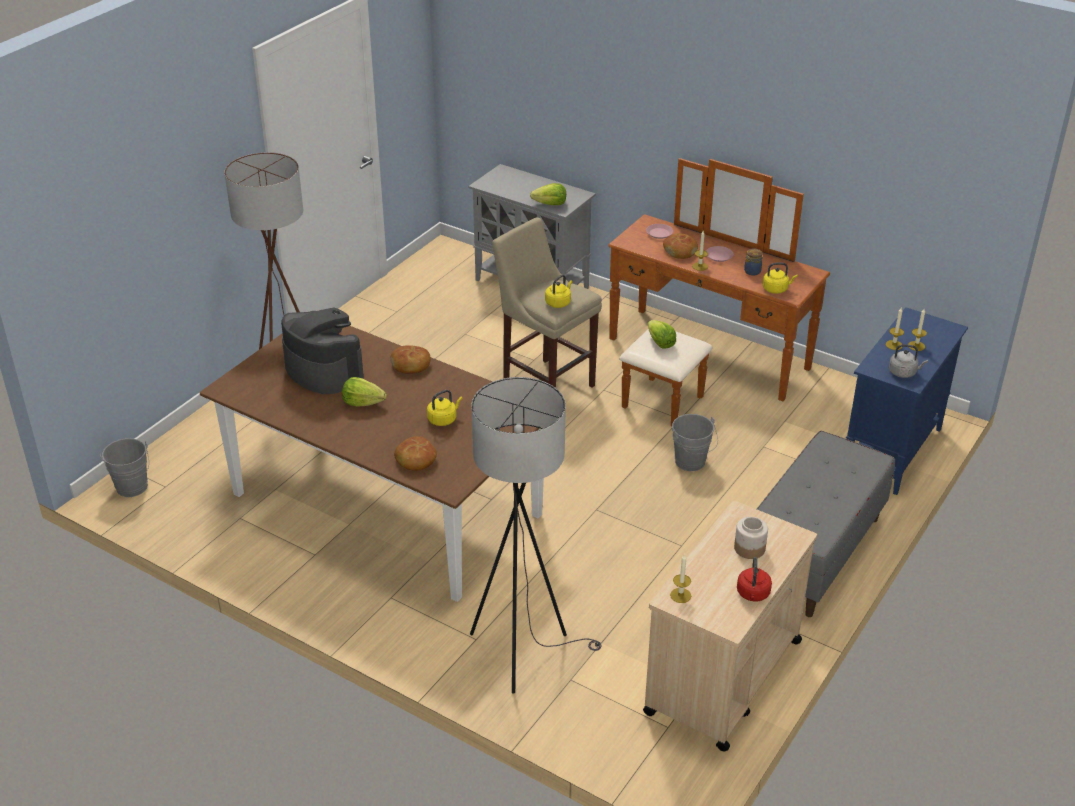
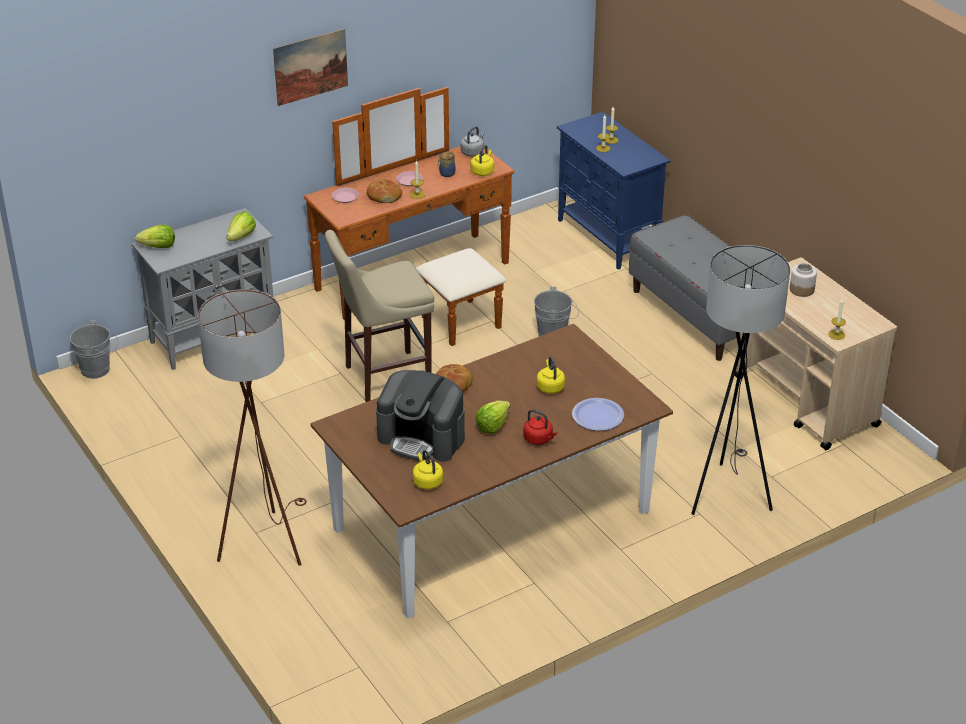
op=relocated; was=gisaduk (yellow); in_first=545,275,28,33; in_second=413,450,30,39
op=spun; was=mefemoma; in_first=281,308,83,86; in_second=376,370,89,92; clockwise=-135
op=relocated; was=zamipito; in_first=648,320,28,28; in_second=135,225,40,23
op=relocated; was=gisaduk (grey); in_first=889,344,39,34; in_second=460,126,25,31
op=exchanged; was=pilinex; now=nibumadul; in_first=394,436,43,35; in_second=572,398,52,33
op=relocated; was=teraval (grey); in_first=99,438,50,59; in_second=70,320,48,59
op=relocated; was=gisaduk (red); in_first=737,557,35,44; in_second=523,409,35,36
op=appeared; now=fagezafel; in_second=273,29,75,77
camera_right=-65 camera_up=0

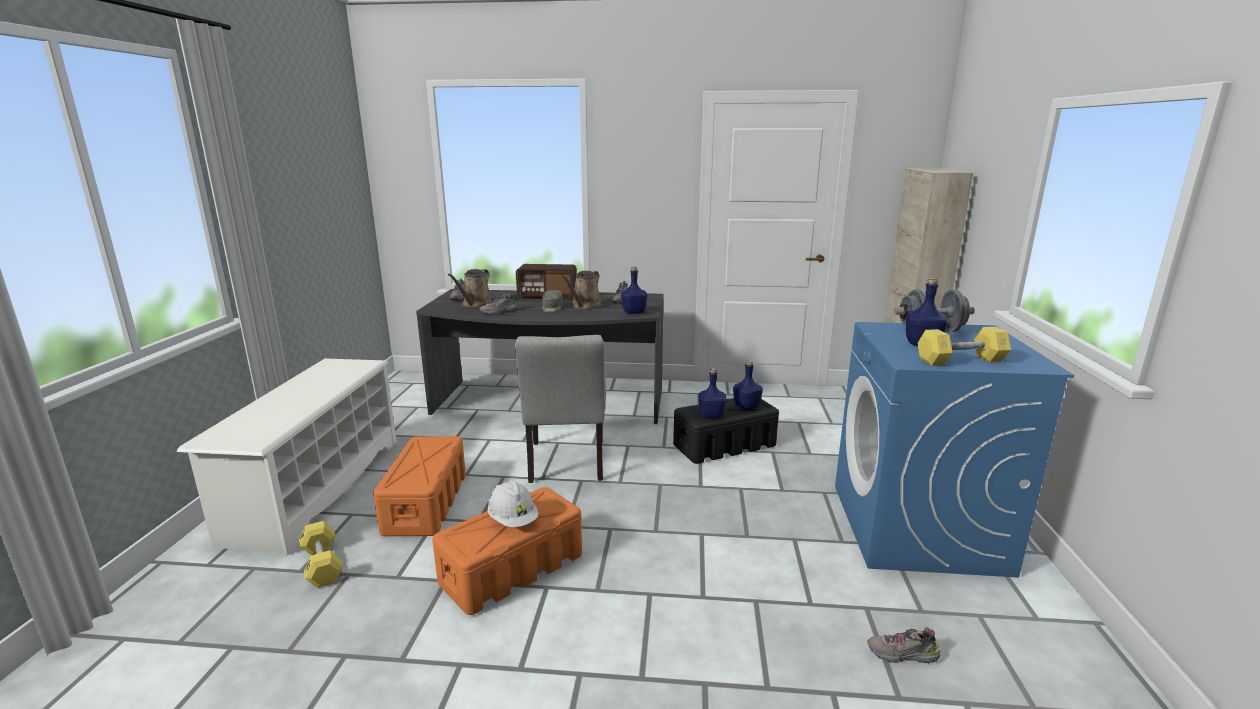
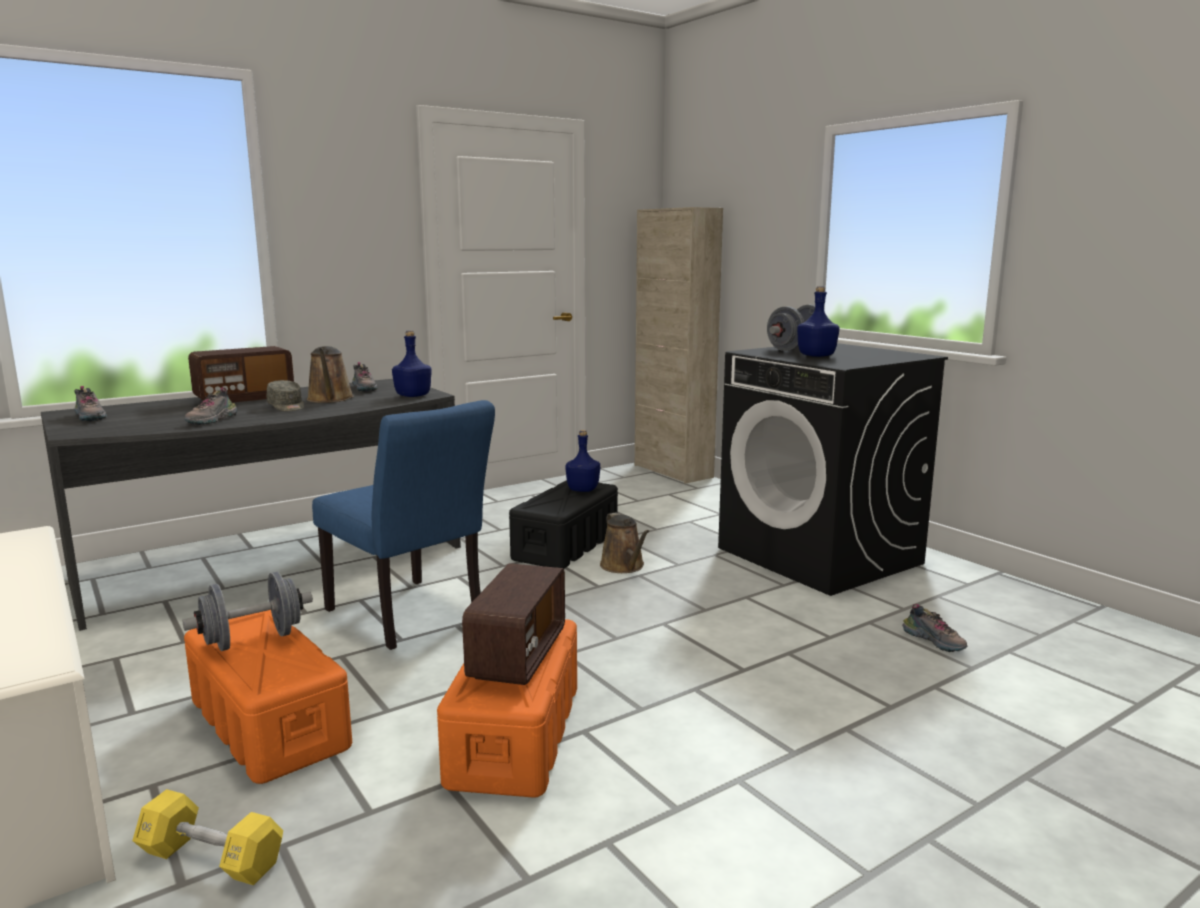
op=relocated; was=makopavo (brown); in_first=448,269,44,39; in_second=600,512,50,61
op=colour; was=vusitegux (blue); now=vusitegux (black); in_first=835,322,240,256; in_second=718,343,230,253
op=missing; was=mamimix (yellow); in_first=918,327,93,39
op=colour; was=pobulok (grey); now=pobulok (blue); in_first=515,335,91,148; in_second=312,400,183,250
op=missing; was=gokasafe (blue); in_first=699,368,27,51
op=exchanged; was=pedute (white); now=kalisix; in_first=487,481,52,46; in_second=462,563,103,122
op=spun; was=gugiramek; in_first=867,627,74,36; in_second=902,604,65,48; clockwise=-90
op=appeared; now=mamimix (grey); in_second=182,572,131,79
camera_right=-40 camera_up=-5

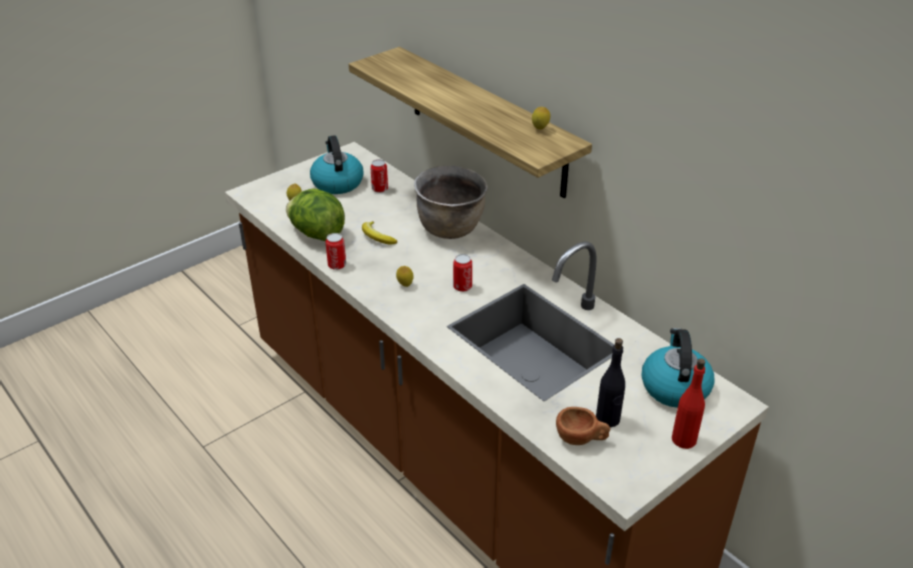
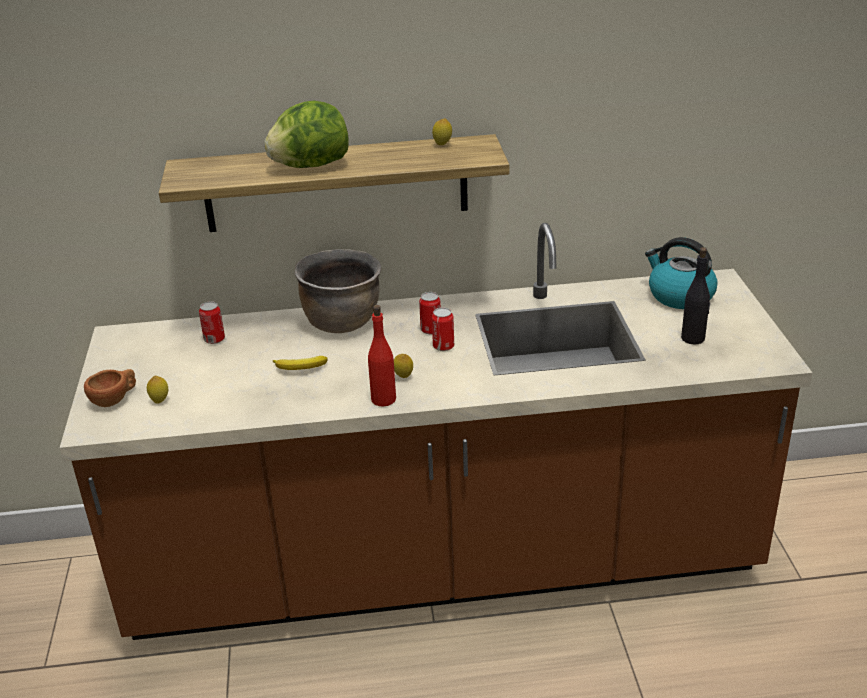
op=missing; was=gisaduk; in_first=310,136,54,58
op=relocated; was=zamipito; in_first=286,189,59,52; in_second=264,101,85,67
op=relocated; was=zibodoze; in_first=326,233,20,37; in_second=419,292,22,42
op=relocated; was=gokasafe (red); in_first=672,358,33,91; in_second=368,305,28,102
op=relocated; was=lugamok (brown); in_first=556,407,54,38; in_second=84,369,52,38
camera_right=-55 camera_up=-5

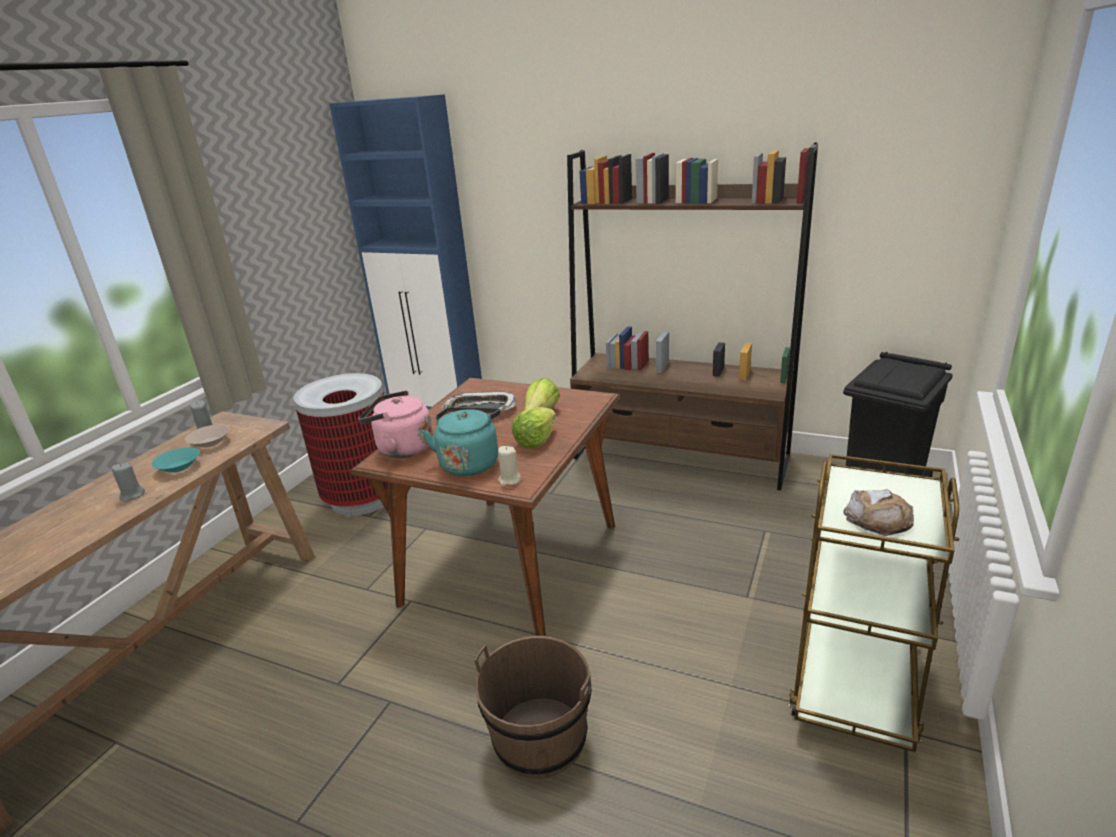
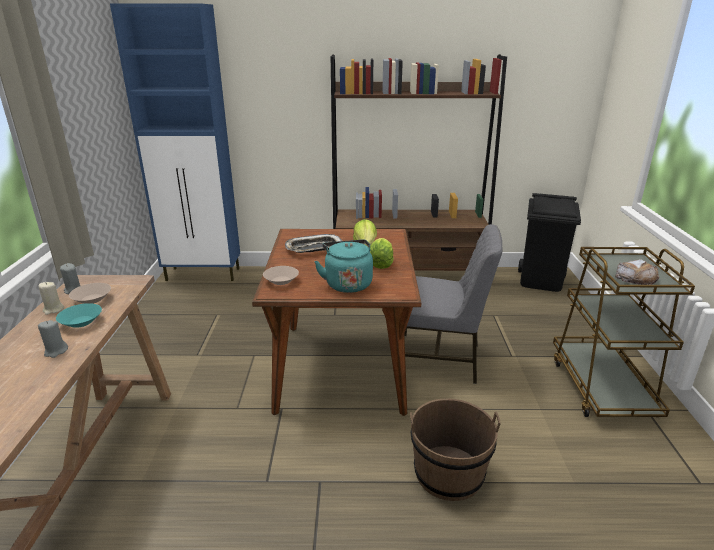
op=missing; was=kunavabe; in_first=293,373,96,143
op=exchanged; was=gisaduk (pink); now=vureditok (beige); in_first=358,390,75,68; in_second=263,266,36,19
op=relocated; was=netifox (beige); in_first=498,446,24,40; in_second=39,282,25,33
op=appeared; now=pobulok (grey); in_second=403,224,100,160
camera_right=-25 camera_up=0

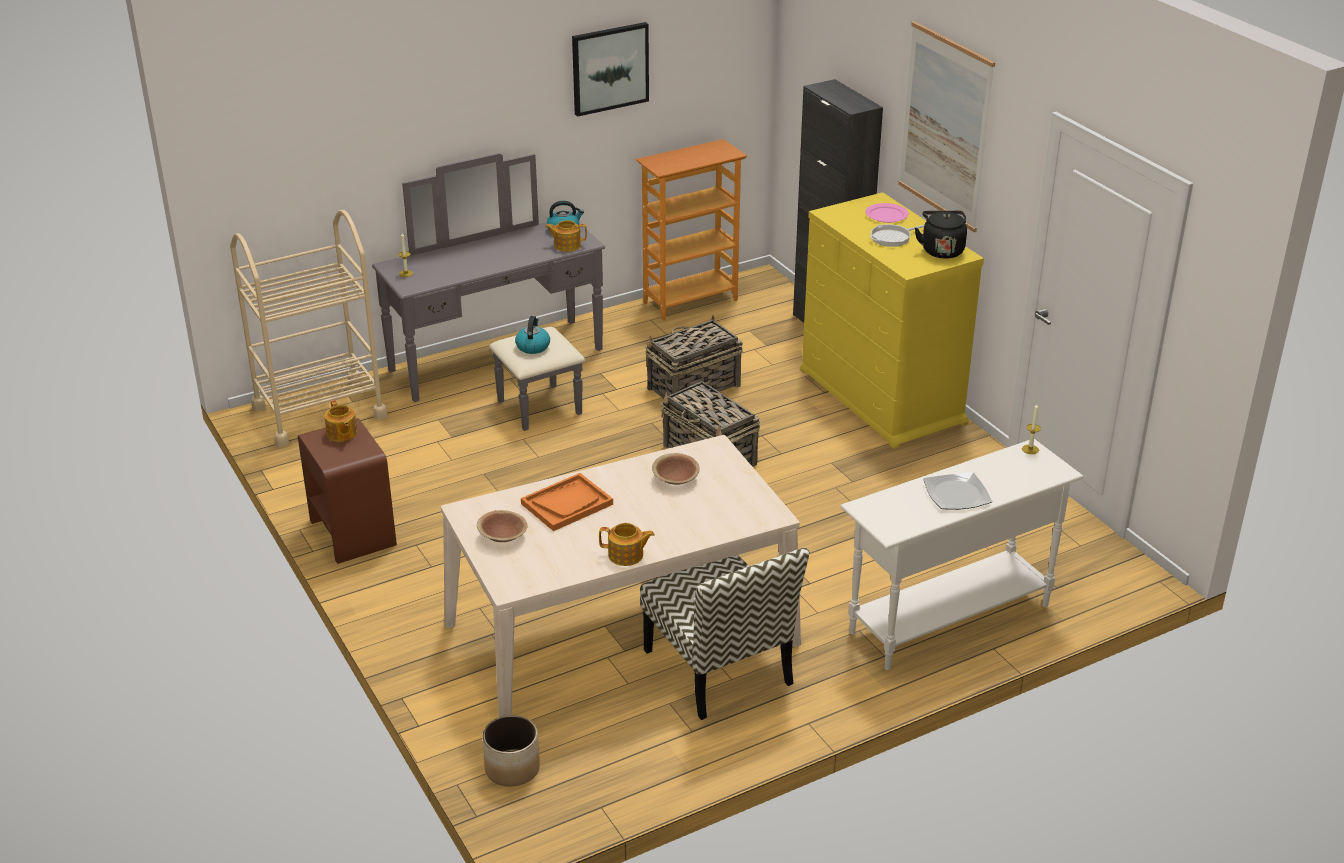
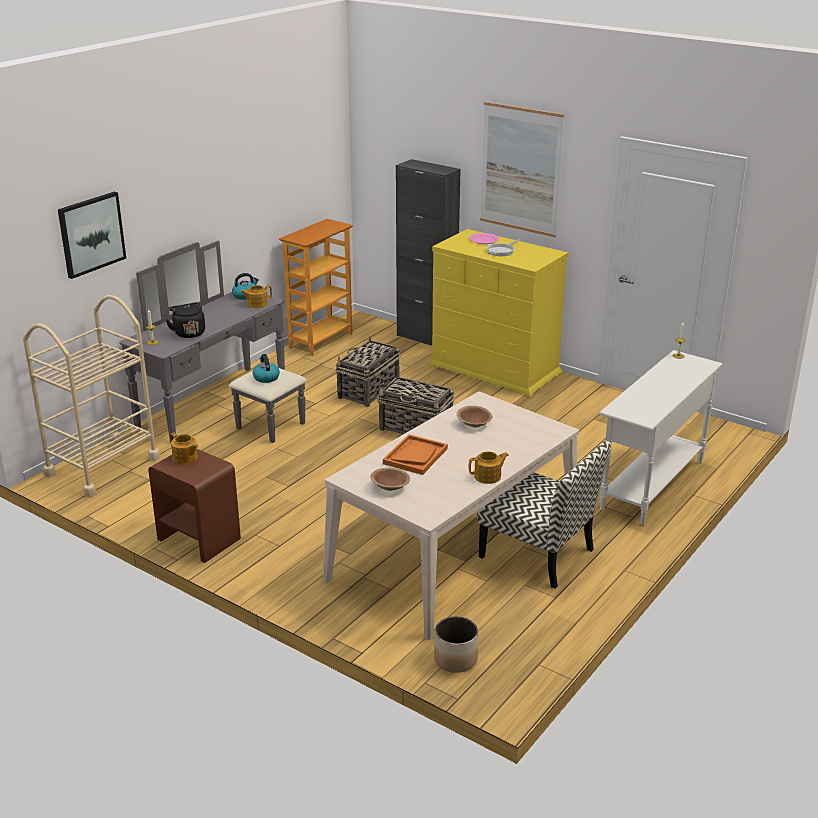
op=relocated; was=fagezafel; in_first=572,22,77,95; in_second=58,192,68,87
op=relocated; was=gisaduk (black); in_first=915,211,52,48; in_second=166,302,39,36
op=missing; was=nibumadul; in_first=923,472,69,38
camera_right=-25 camera_up=-5

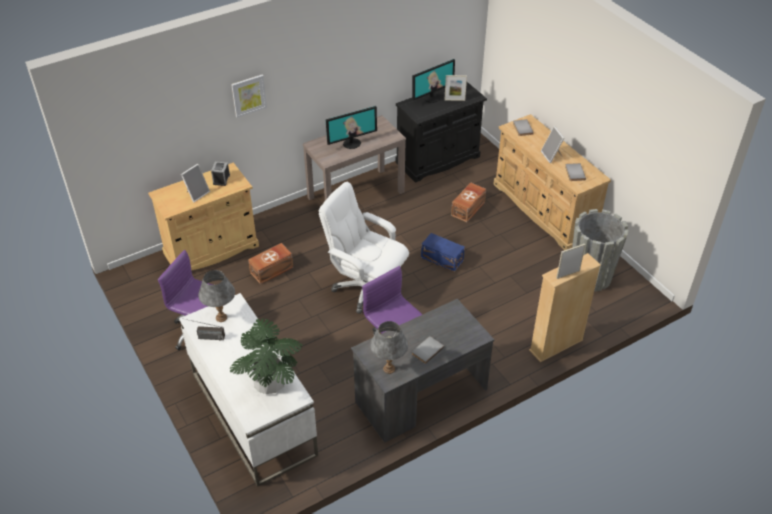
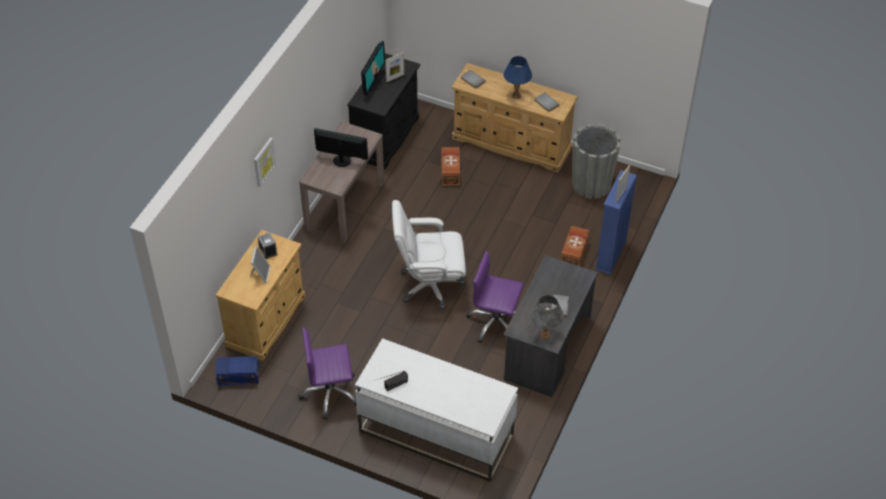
op=spun; was=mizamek; in_first=326,106,51,43; in_second=314,128,54,39; clockwise=-105
op=exchanged; was=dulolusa; now=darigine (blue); in_first=541,126,23,37; in_second=504,56,28,43
op=relocated; was=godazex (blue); in_first=421,233,44,39; in_second=216,356,43,30
op=relocated; was=godazex (brown); in_first=248,243,45,41; in_second=561,226,28,40
op=colour; was=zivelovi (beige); now=zivelovi (blue); in_first=529,253,72,109; in_second=595,170,42,104
op=missing; was=darigine (grey); in_first=198,270,37,52
op=missing; was=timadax; in_first=230,318,72,76
camera_right=-35 camera_up=5

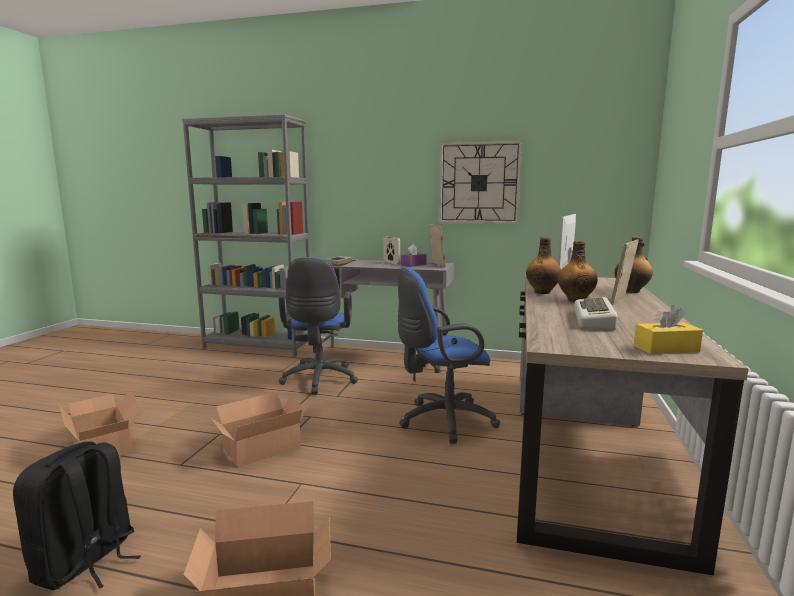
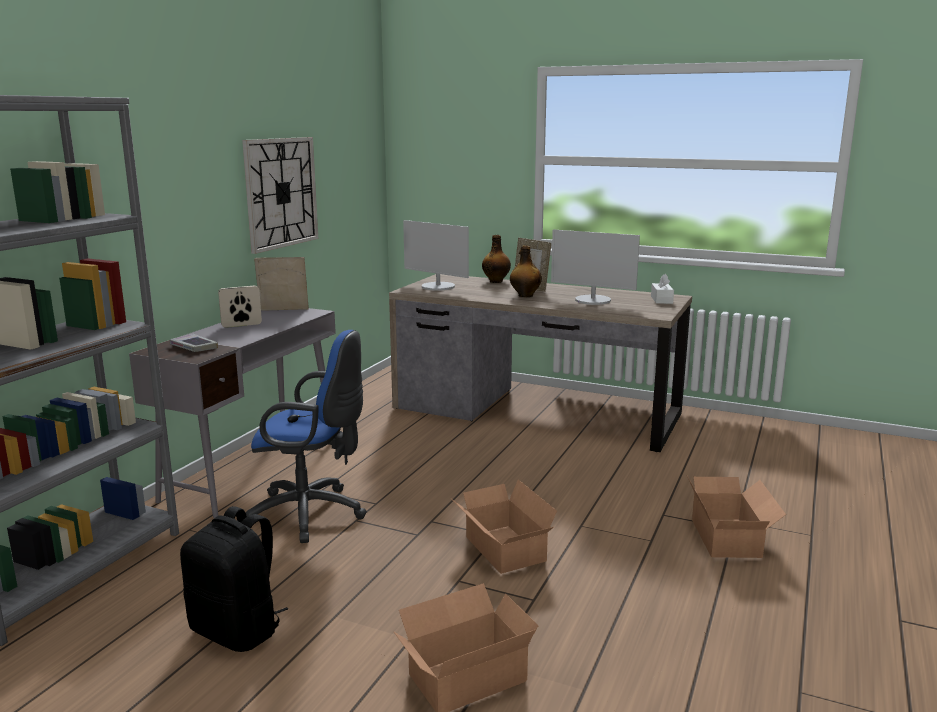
op=missing; was=gokasafe; in_first=526,237,35,57
op=missing; was=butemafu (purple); in_first=401,244,26,23
op=missing; was=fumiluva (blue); in_first=398,267,102,177
op=exchanged; was=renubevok; now=mizamek; in_first=574,297,44,34; in_second=551,229,89,76
op=colour; was=butemafu (yellow); now=butemafu (white); in_first=634,305,69,49; in_second=651,274,23,30
op=relocated; was=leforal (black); in_first=13,441,128,149; in_second=180,506,108,146
camera_right=-80 camera_up=5

